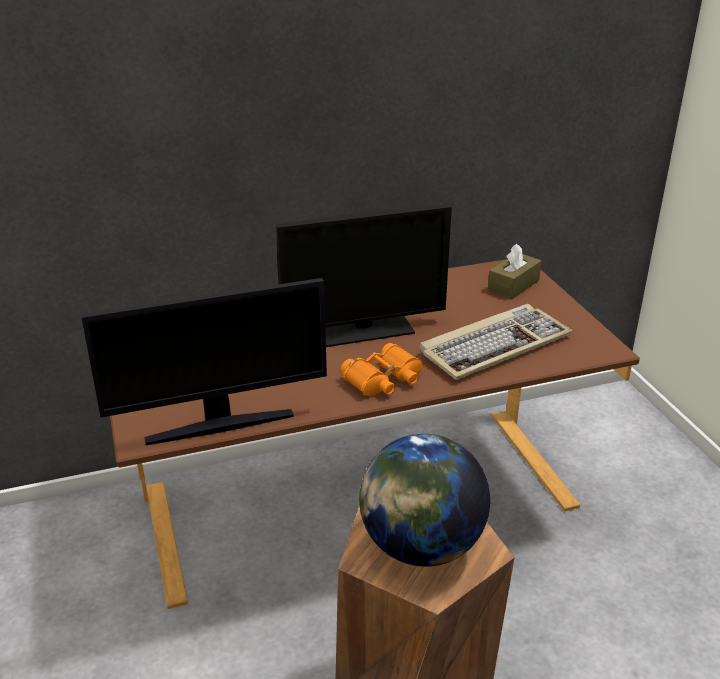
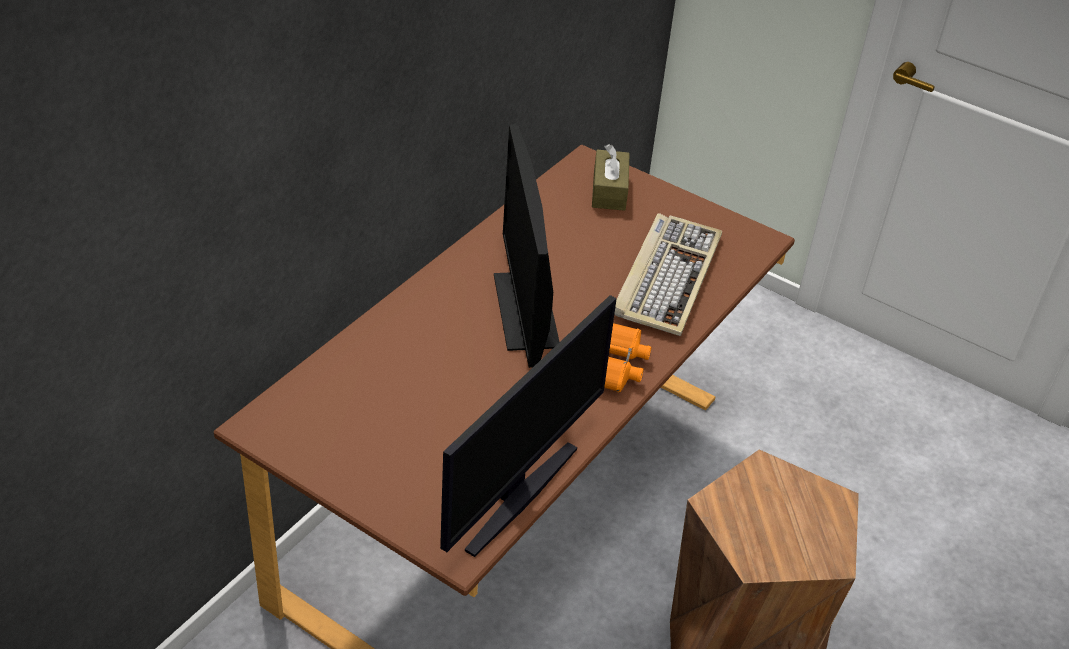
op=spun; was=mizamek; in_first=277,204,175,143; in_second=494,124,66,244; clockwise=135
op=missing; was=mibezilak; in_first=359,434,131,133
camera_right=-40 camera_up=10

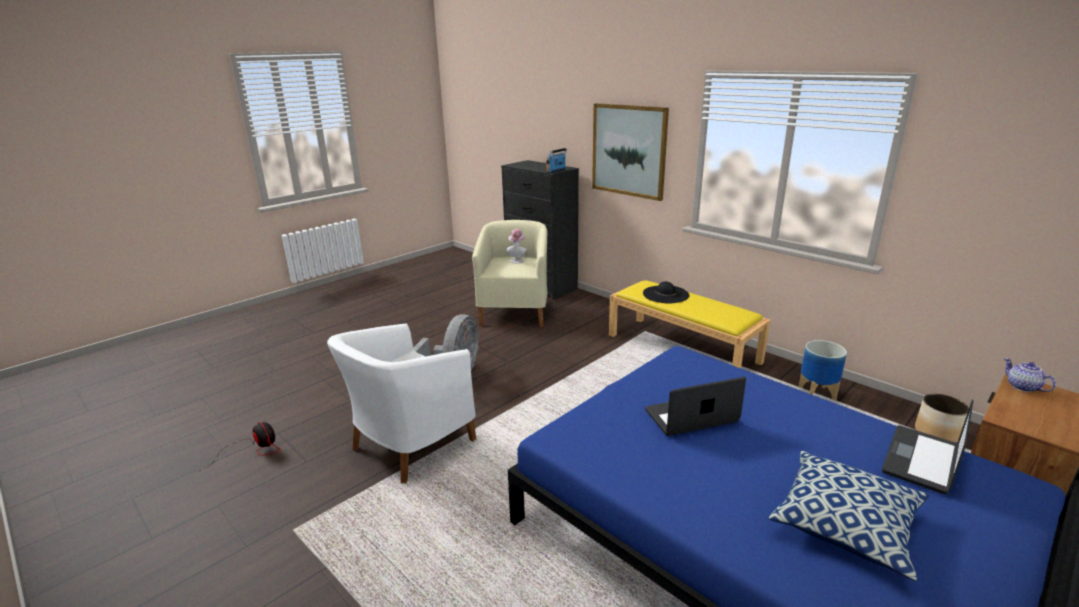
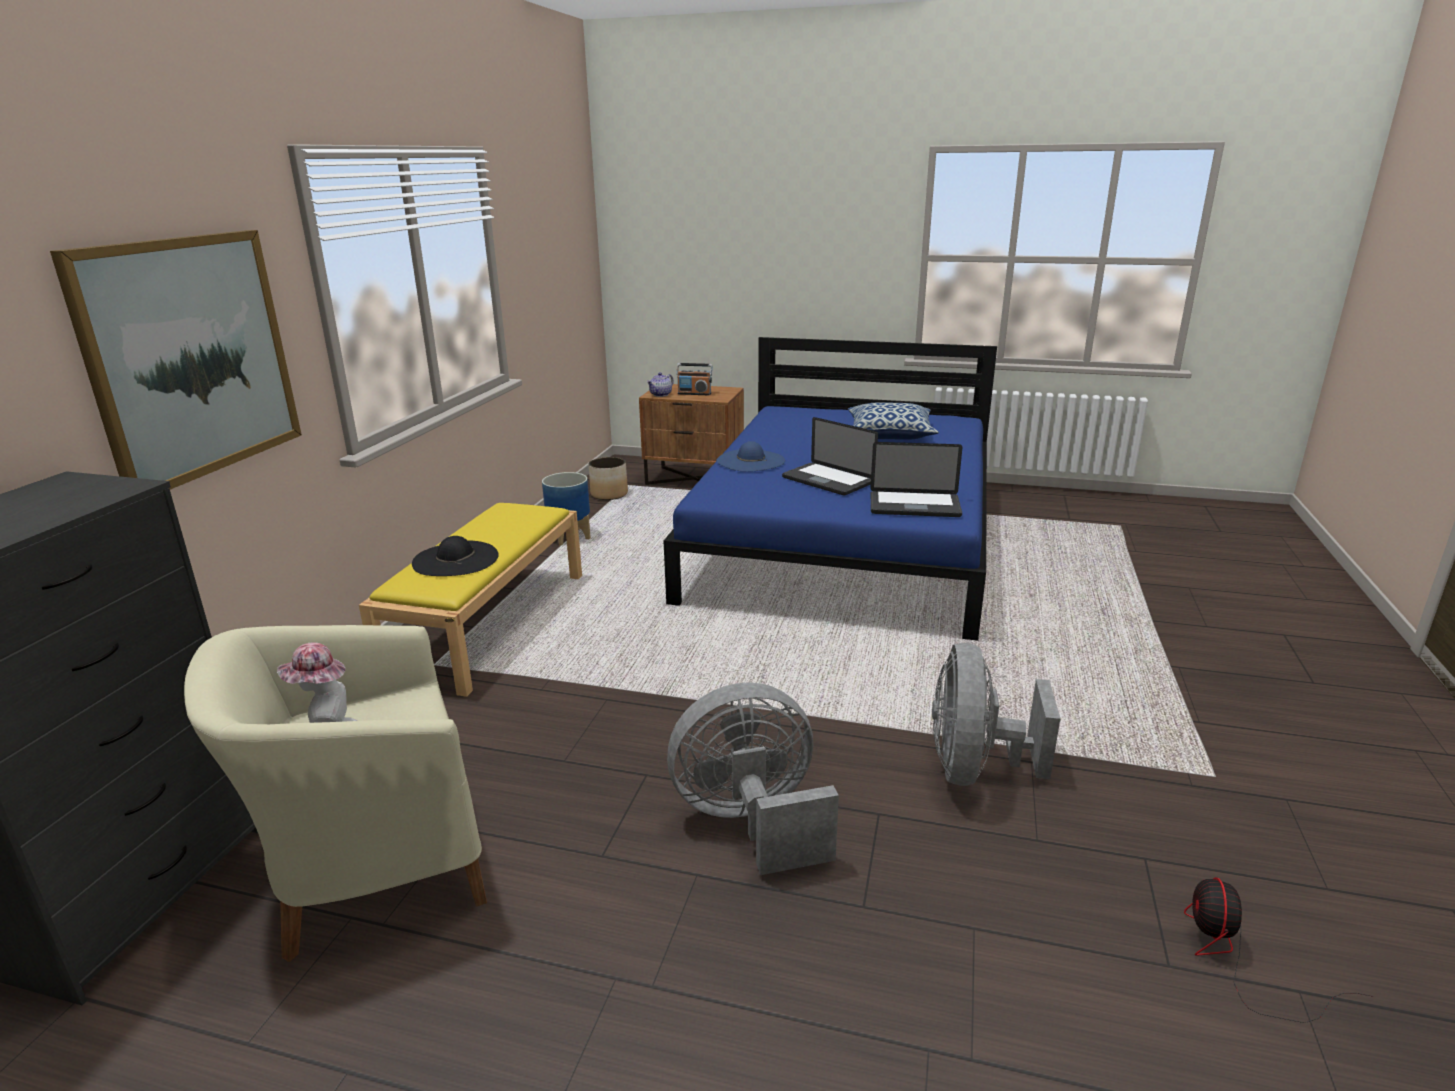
op=relocated; was=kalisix; in_first=546,148,21,25; in_second=676,363,36,32
op=exchanged; was=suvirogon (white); now=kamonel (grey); in_first=327,324,149,159; in_second=932,643,128,143
op=relocated; was=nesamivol; in_first=882,399,91,95; in_second=870,442,93,75
op=appeared; now=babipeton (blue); in_second=716,441,69,31
camera_right=-120 camera_up=0

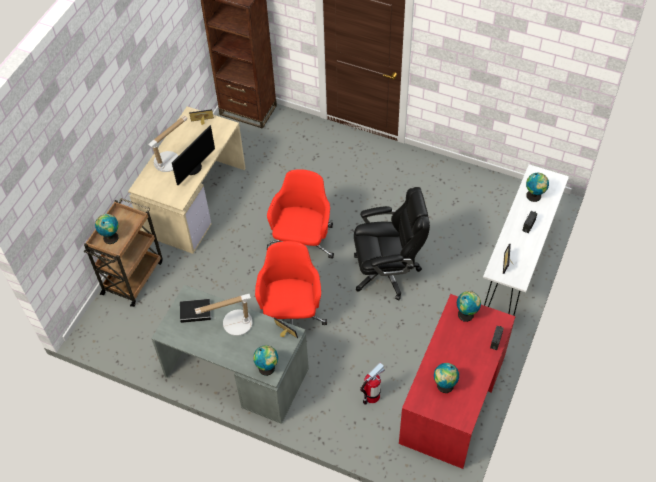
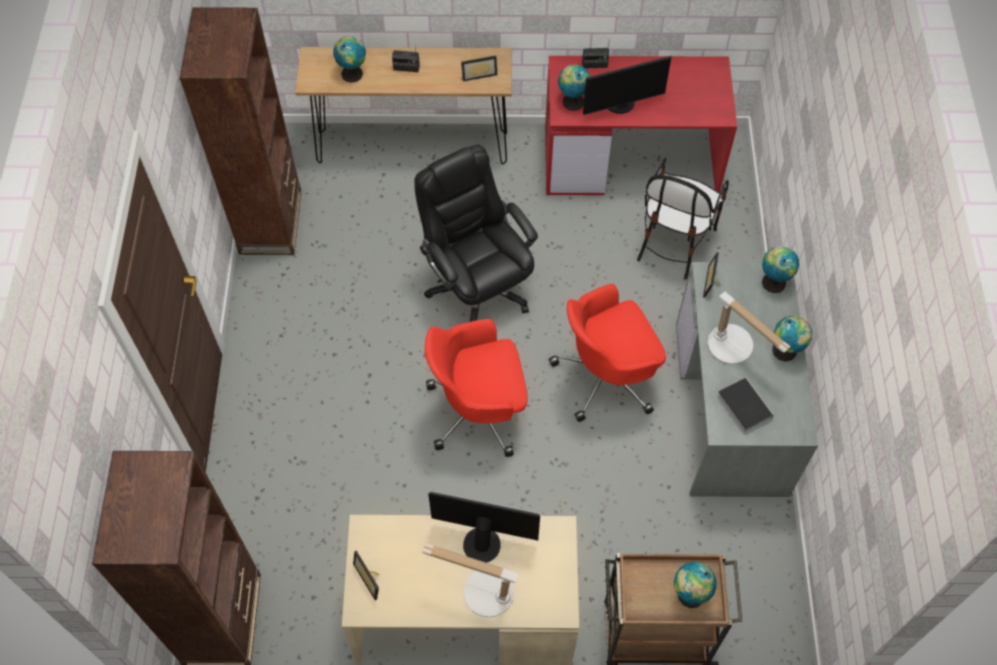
op=colour; was=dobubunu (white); now=dobubunu (brown); in_first=483,164,86,152; in_second=295,47,217,117
op=exchanged; was=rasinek; now=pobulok; in_first=360,363,25,42; in_second=637,157,92,123
op=relocated; was=mibezilak; in_first=434,363,25,30; in_second=772,316,40,45
op=appeared; now=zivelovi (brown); in_second=179,7,122,248
op=appeared; now=mizamek; in_second=583,56,89,59
camera_right=-115 camera_up=5

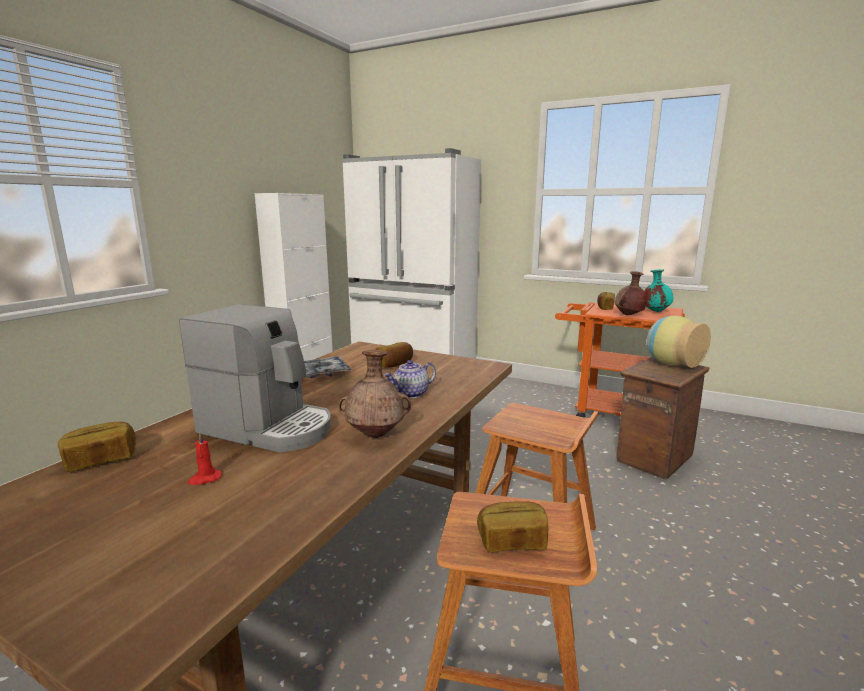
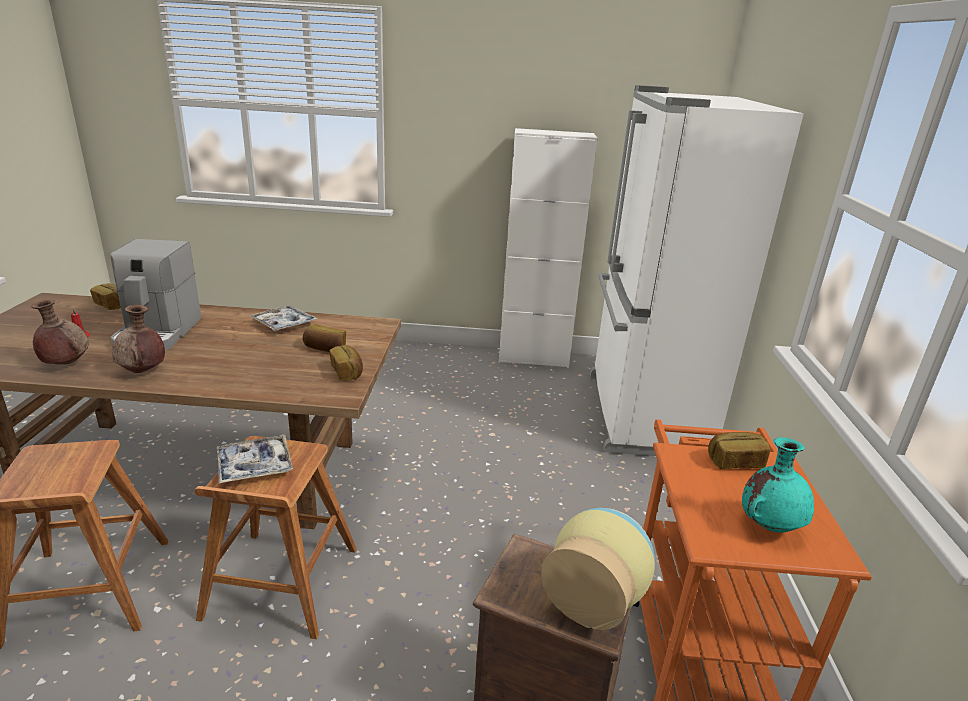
op=relocated; was=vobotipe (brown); in_first=614,271,33,44; in_second=31,299,58,65
op=missing; was=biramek; in_first=384,360,52,38
op=relocated; was=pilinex; in_first=477,501,71,51; in_second=329,345,34,36
op=appeared; now=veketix; in_second=217,435,76,49
camera_right=65 camera_up=10

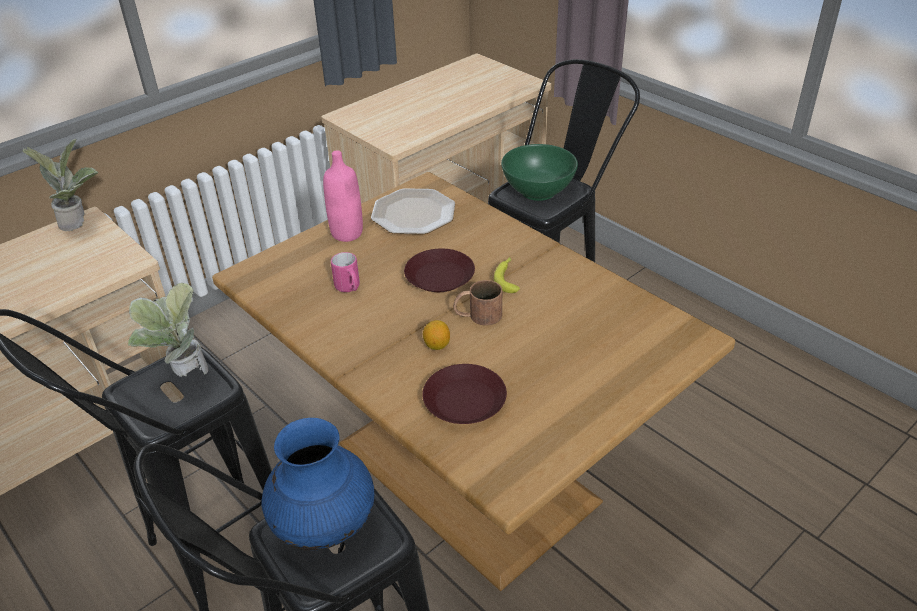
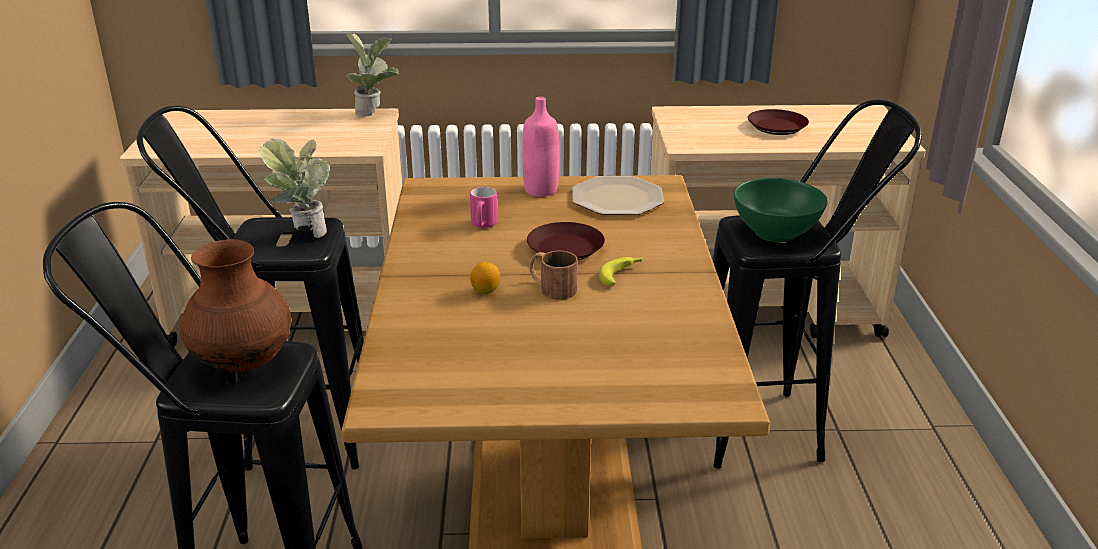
op=relocated; was=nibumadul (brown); in_first=422,364,85,60; in_second=748,109,61,26
op=colour; was=vobotipe (blue); now=vobotipe (brown); in_first=261,418,113,133; in_second=180,239,111,133
camera_right=40 camera_up=-10

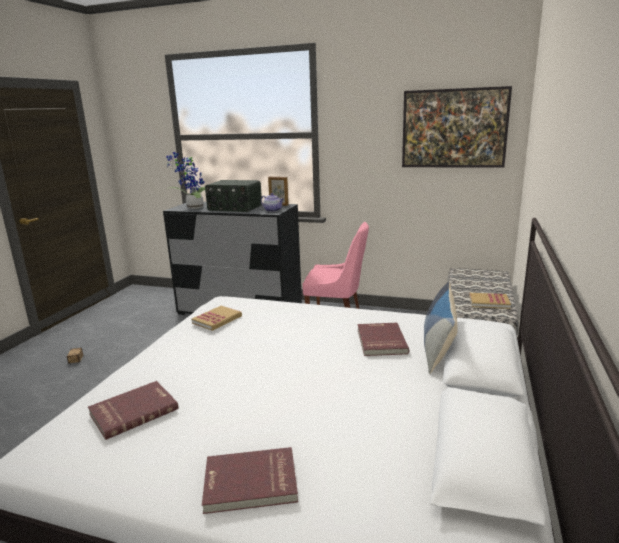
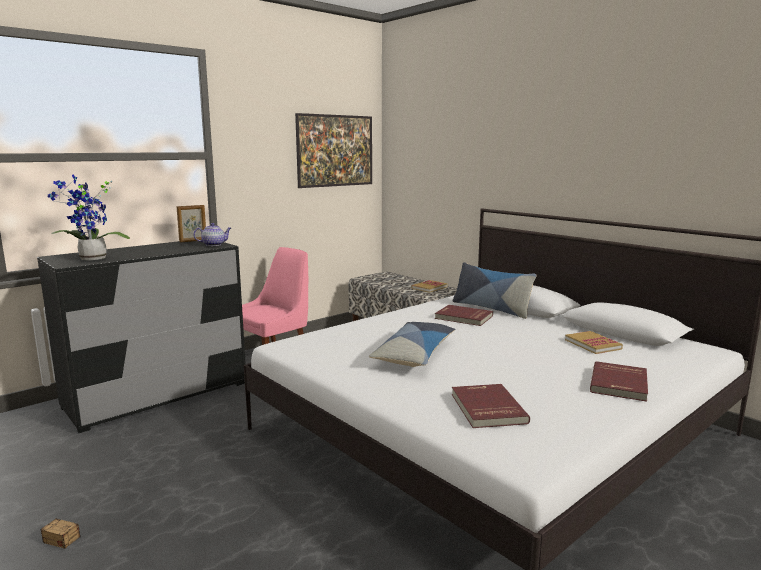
op=missing; was=kalisix; in_first=205,180,57,32
op=relocated; was=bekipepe; in_first=192,306,50,25; in_second=565,331,58,23
op=appeared; now=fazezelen; in_second=369,322,86,45
camera_right=-60 camera_up=-5

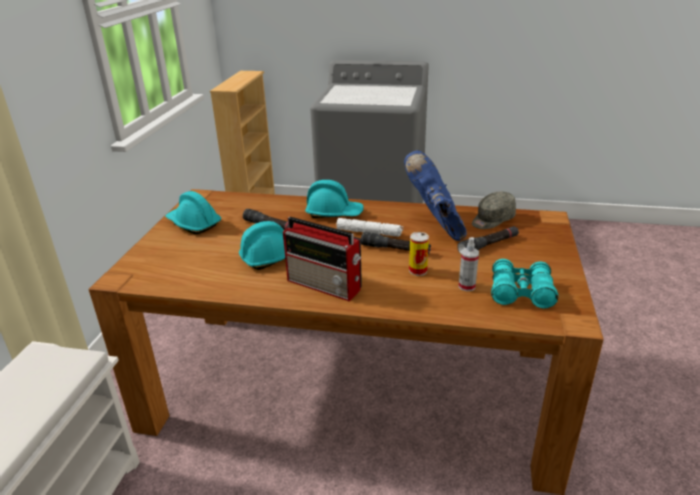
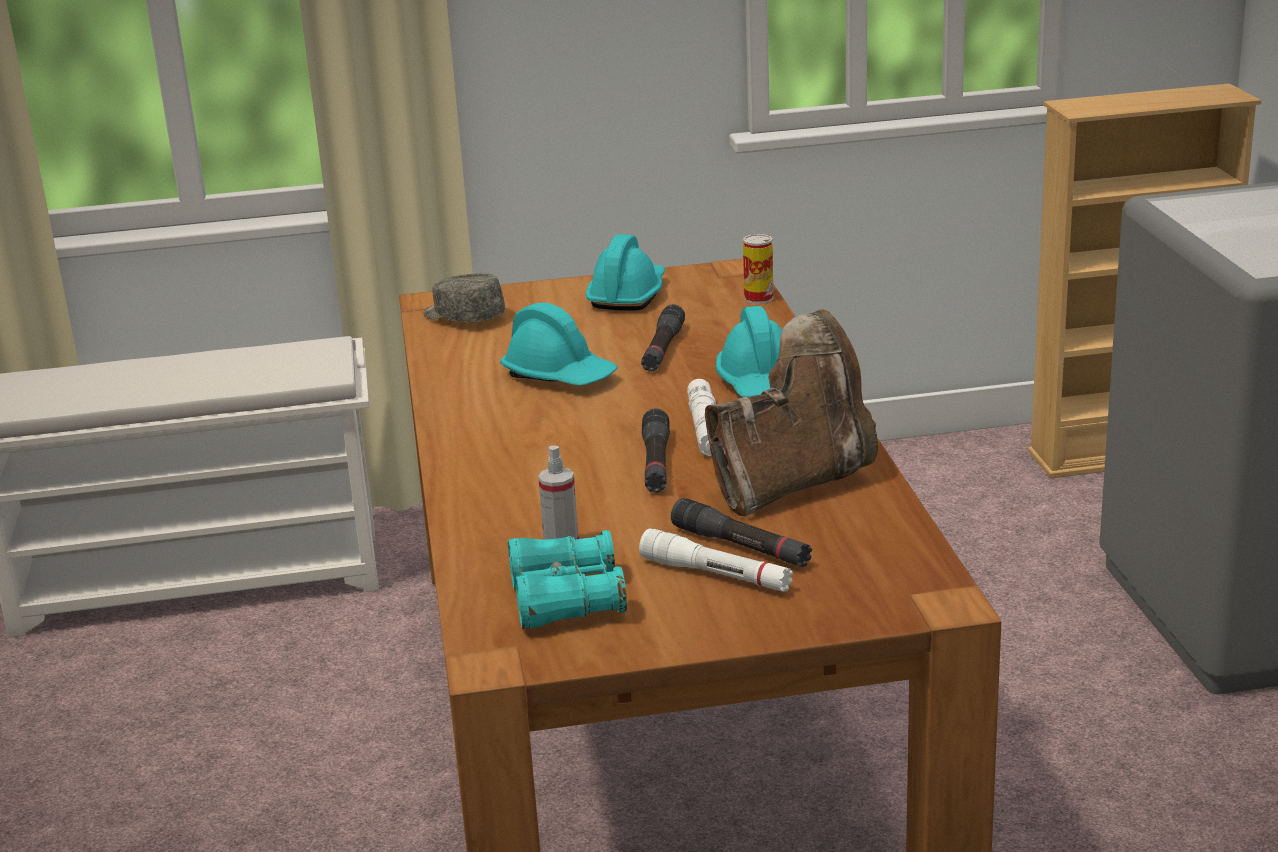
op=colour; was=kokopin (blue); now=kokopin (brown); in_first=404,150,63,91; in_second=705,309,173,208
op=relocated; was=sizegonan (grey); in_first=472,192,44,37; in_second=423,274,82,48
op=missing; was=kalisix; in_first=283,217,79,84
op=relocated; was=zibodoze; in_first=409,232,20,44; in_second=743,234,31,70
op=appeared; now=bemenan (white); in_second=639,529,154,63
camera_right=70 camera_up=-5

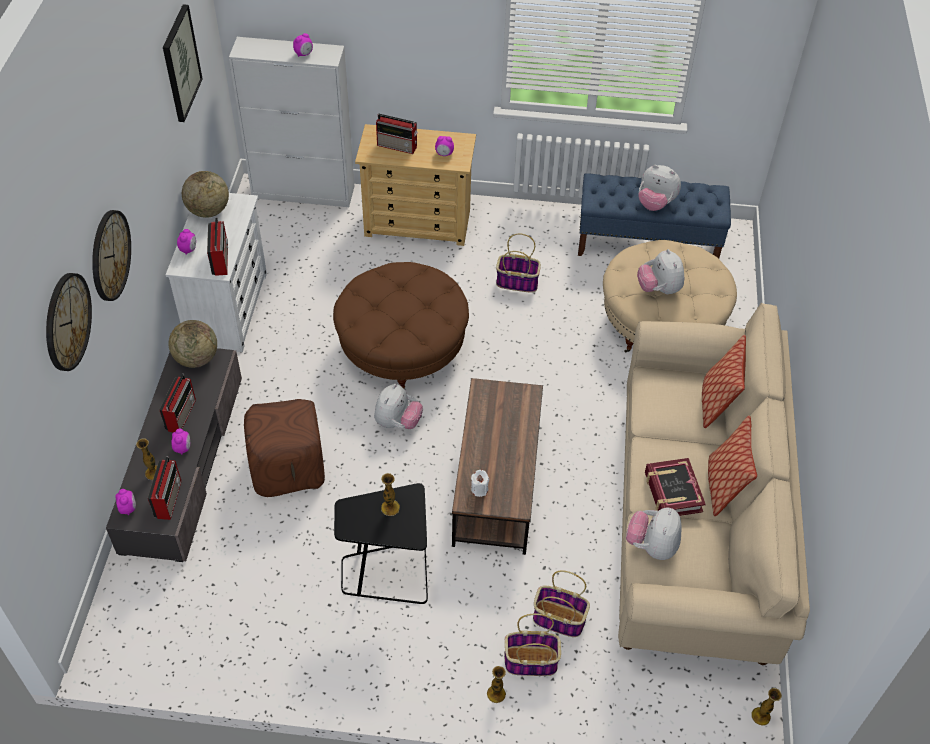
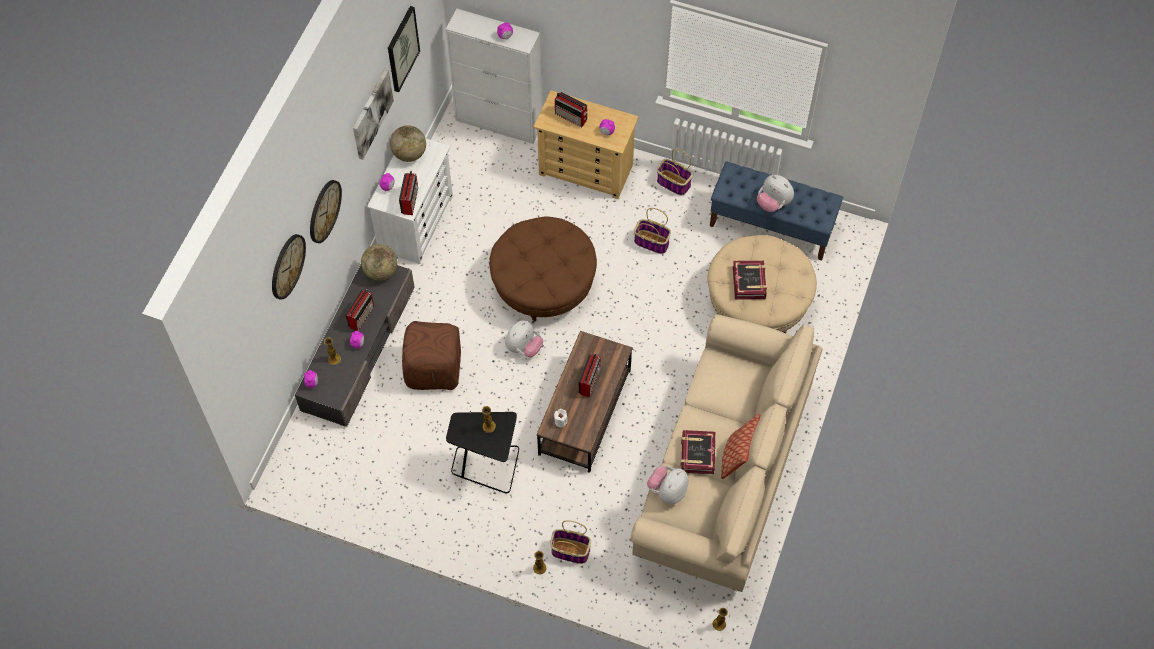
op=exchanged; was=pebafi; now=bekipepe; in_first=637,249,47,45; in_second=733,260,34,40
op=missing; was=fazezelen; in_first=702,335,44,93
op=relocated; was=kalisix; in_first=148,456,33,64; in_second=579,353,21,44
op=relocated; was=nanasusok; in_first=533,571,57,66; in_second=657,149,36,47
op=appeared; now=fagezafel; in_second=353,69,41,91
camera_right=15 camera_up=10

